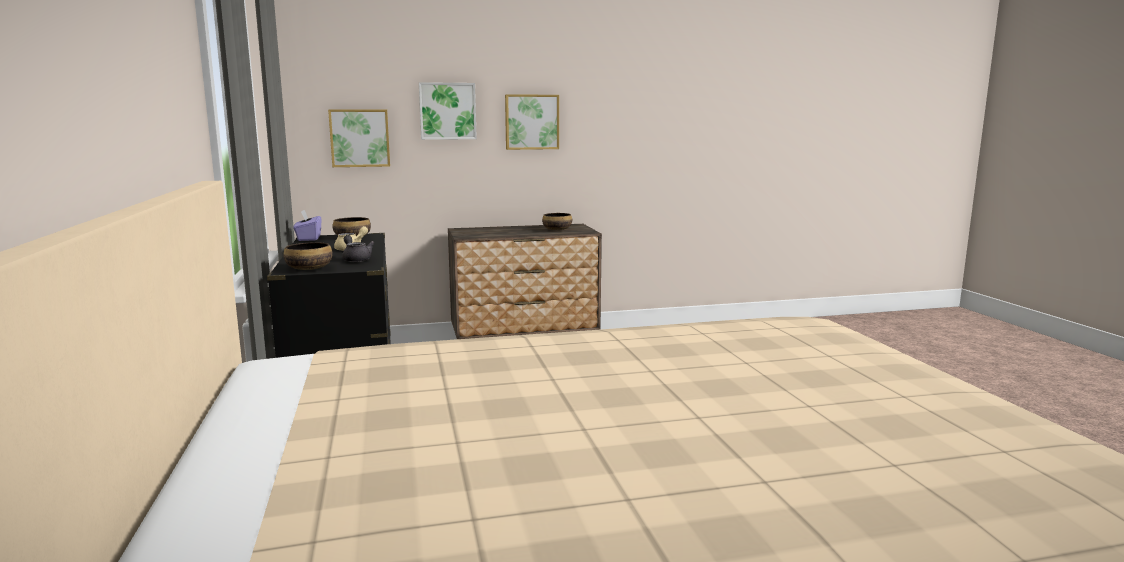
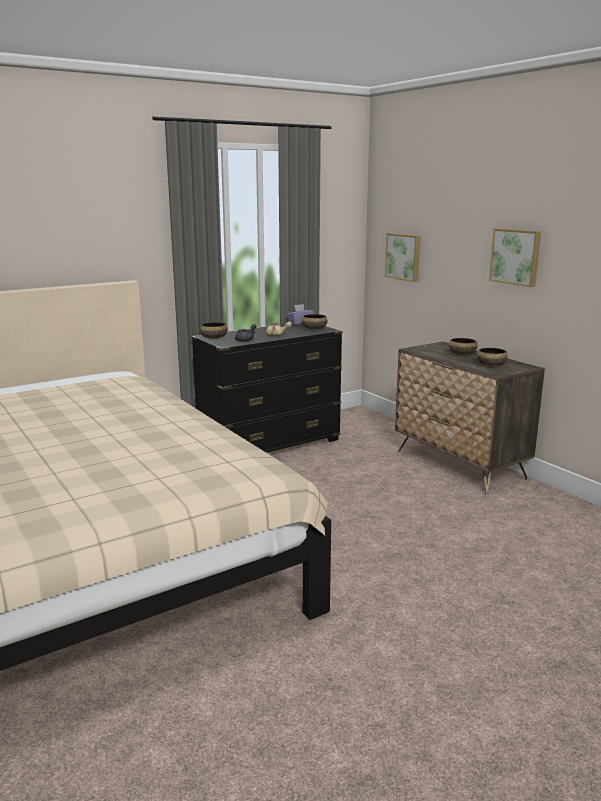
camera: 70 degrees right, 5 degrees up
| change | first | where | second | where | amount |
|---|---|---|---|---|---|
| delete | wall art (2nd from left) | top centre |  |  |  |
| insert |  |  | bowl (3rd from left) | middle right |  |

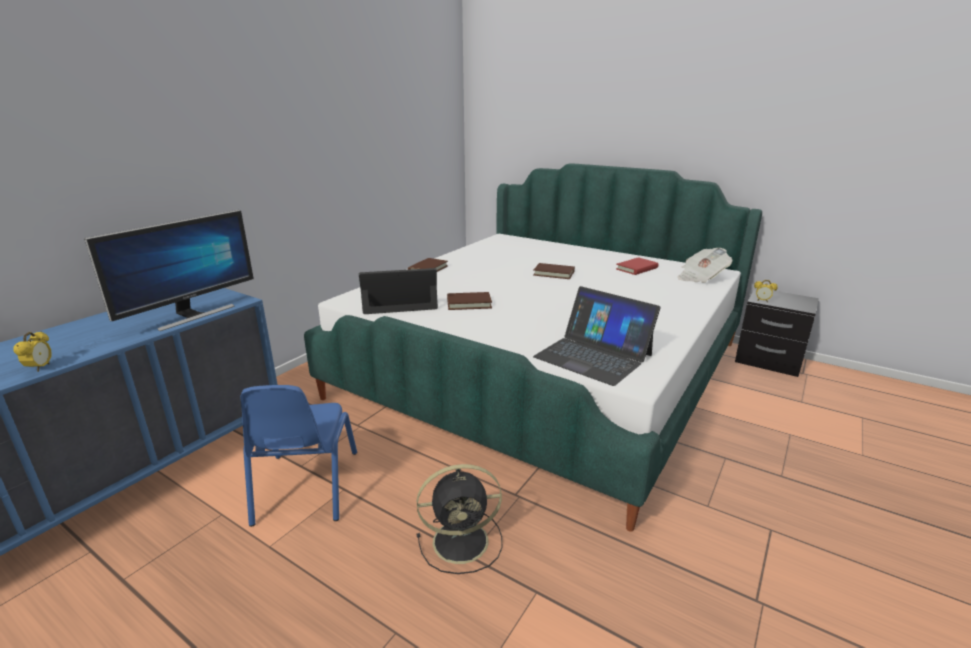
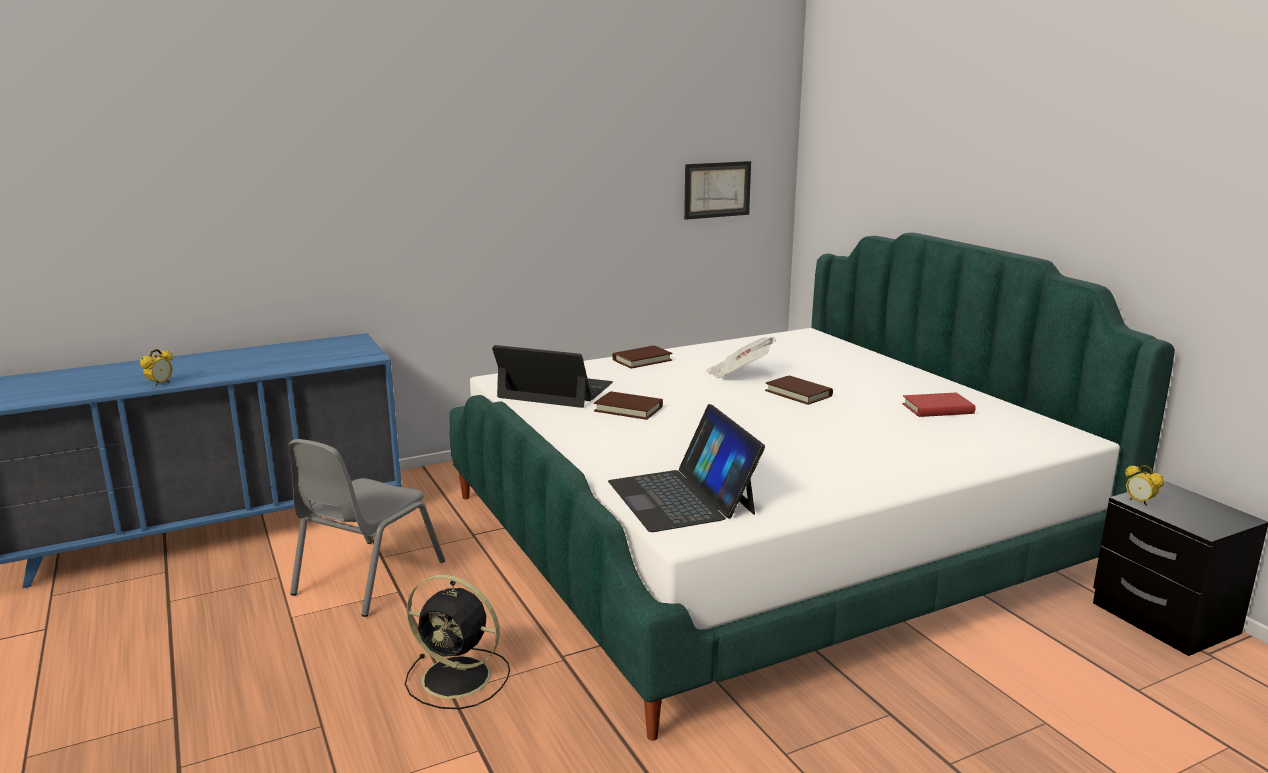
camera: 30 degrees right, 5 degrees down
| change | first | where | second | where | amount |
|---|---|---|---|---|---|
| delete | monitor | middle left |  |  |  |
| recolor | upright chair in blue-coloured | bottom left | upright chair in greyish | bottom left |  |
| move | newspaper | middle right |  | centre |  |
| insert |  |  | wall art | top centre |  |

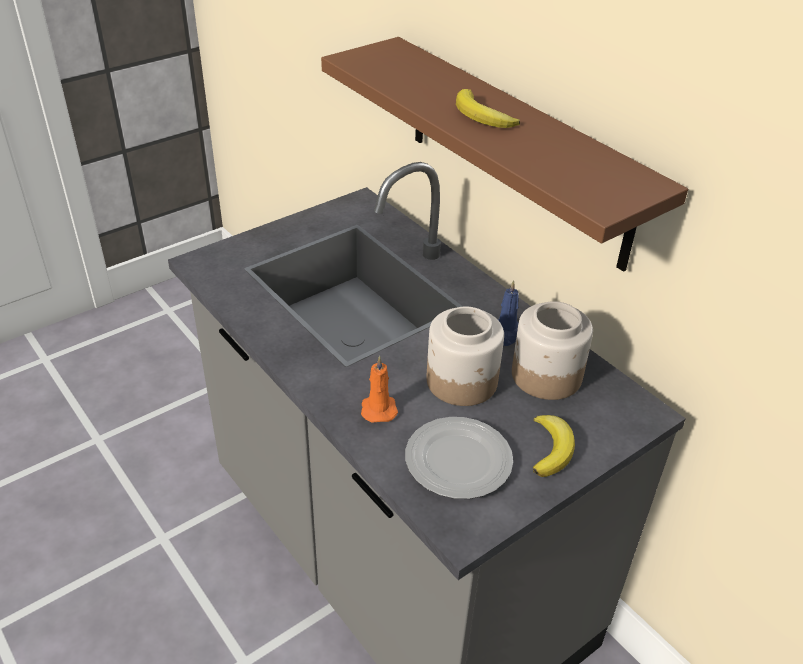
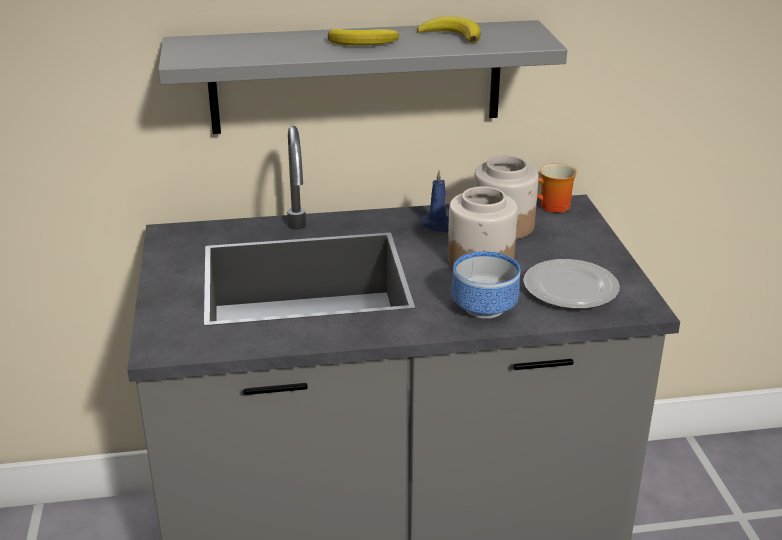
camera: 60 degrees left, 10 degrees down
| change | first | where | second | where | amount |
|---|---|---|---|---|---|
| recolor | shelf in brown-coloured | top centre | shelf in greyish | top centre |  |
| replace | candle in orange-coloured | centre | bowl | centre |  |
| move | banana (2nd from left) | bottom right |  | top centre |  |
| insert |  |  | tea mug | middle right |  |

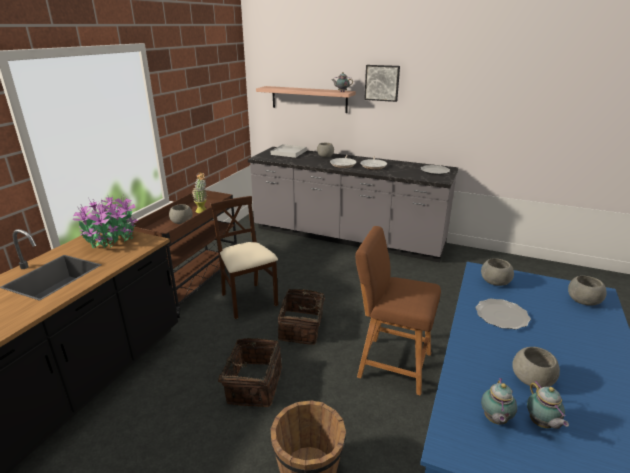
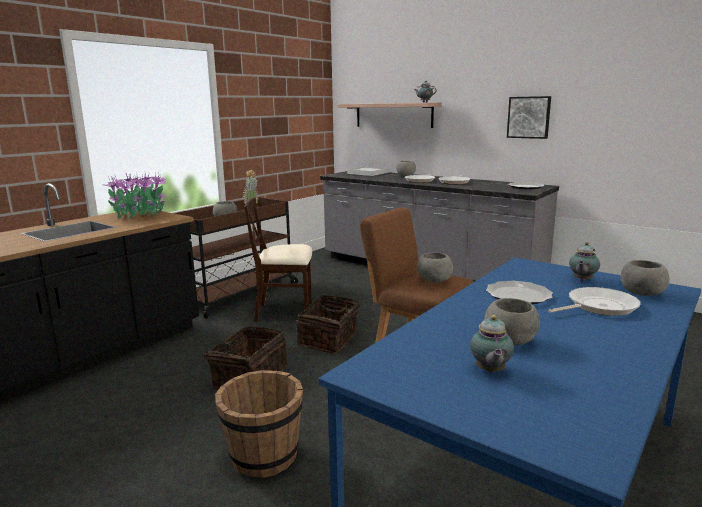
camera: 15 degrees right, 10 degrees down
| change | first | where | second | where | amount |
|---|---|---|---|---|---|
| rotate | upright chair in beige | centre |  | centre | 75 degrees counterclockwise |
| move | wall art | top centre |  | top right |  |
| move | bowl in greyish (3rd from left) | middle right |  | centre |  |
| move | pot for tea (2nd from left in the first image) | bottom right | pot for tea (3rd from left) | middle right |  |
| insert |  |  | pan (3rd from left) | middle right |  |

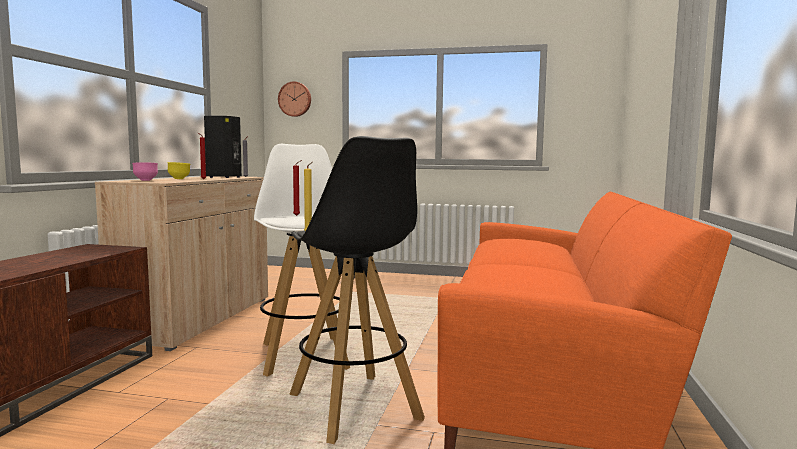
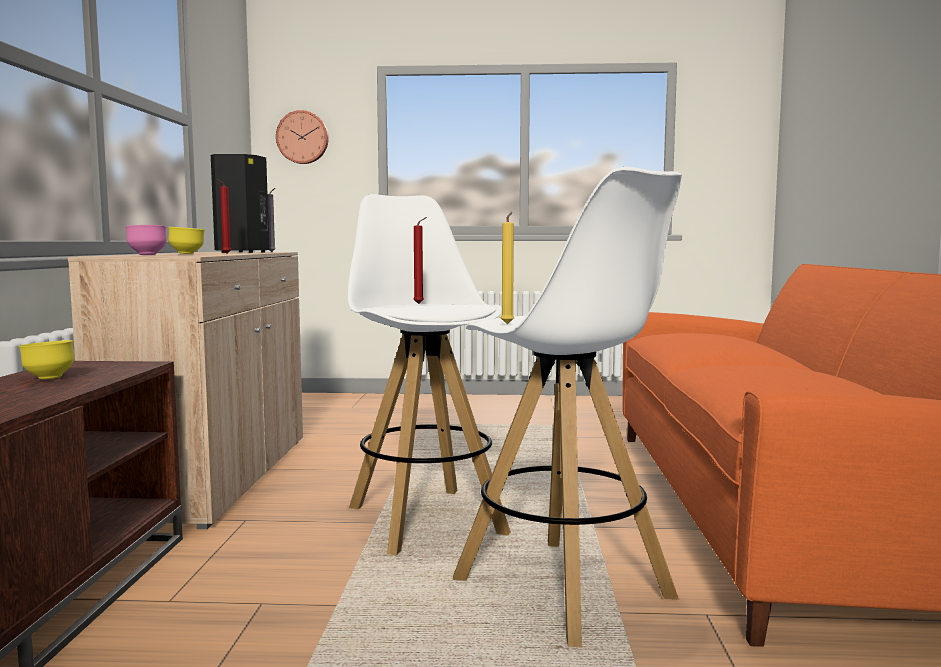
camera: 10 degrees left, 0 degrees up
| change | first | where | second | where | amount |
|---|---|---|---|---|---|
| recolor | stool seat in black | centre | stool seat in white (2nd from left) | centre |  |
| insert |  |  | bowl in yellowish (1st from left) | middle left |  |

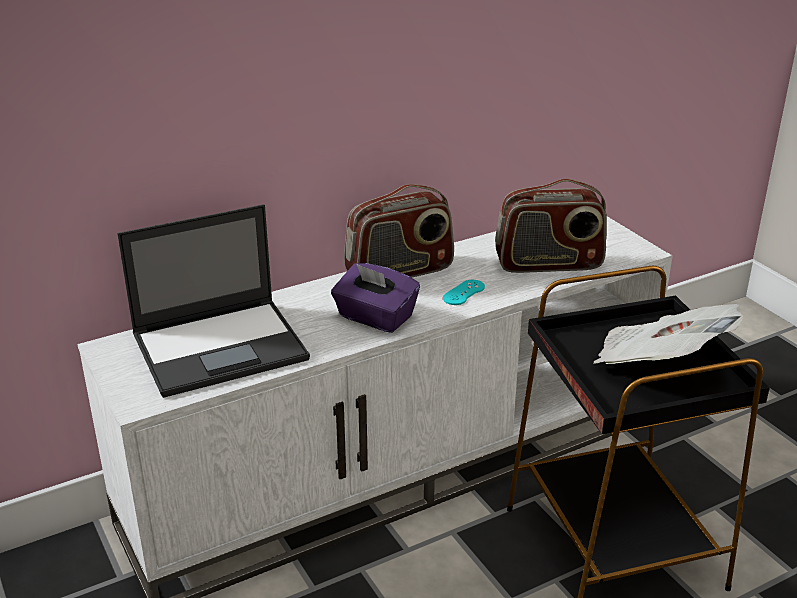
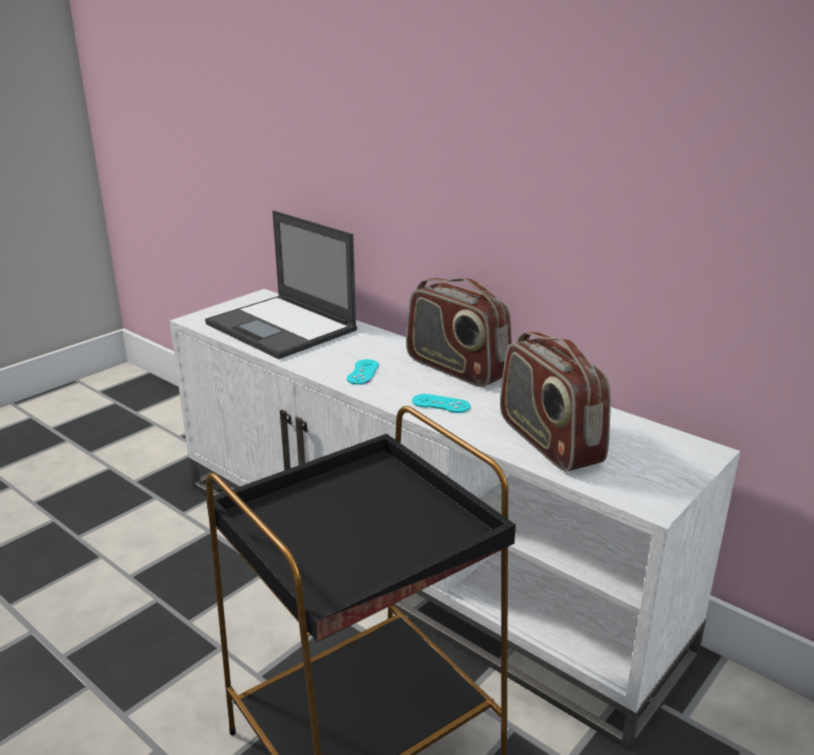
camera: 70 degrees right, 5 degrees down
| change | first | where | second | where | amount |
|---|---|---|---|---|---|
| replace | tissue box in purple | centre | game controller in turquoise-coloured (1st from left) | centre |  |
| delete | newspaper | middle right |  |  |  |

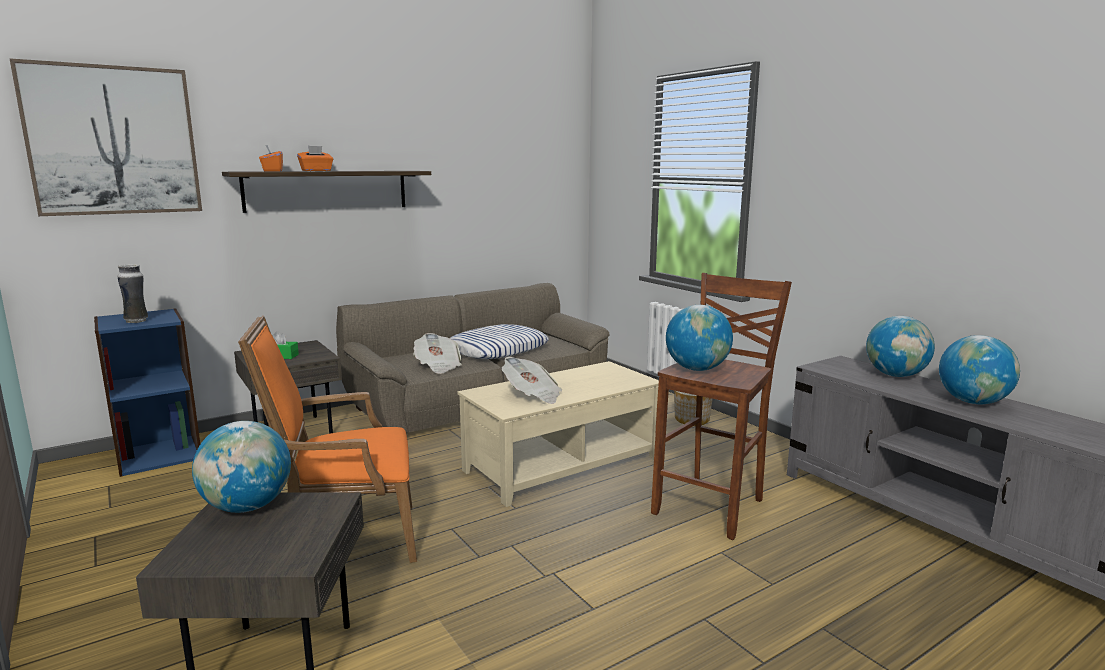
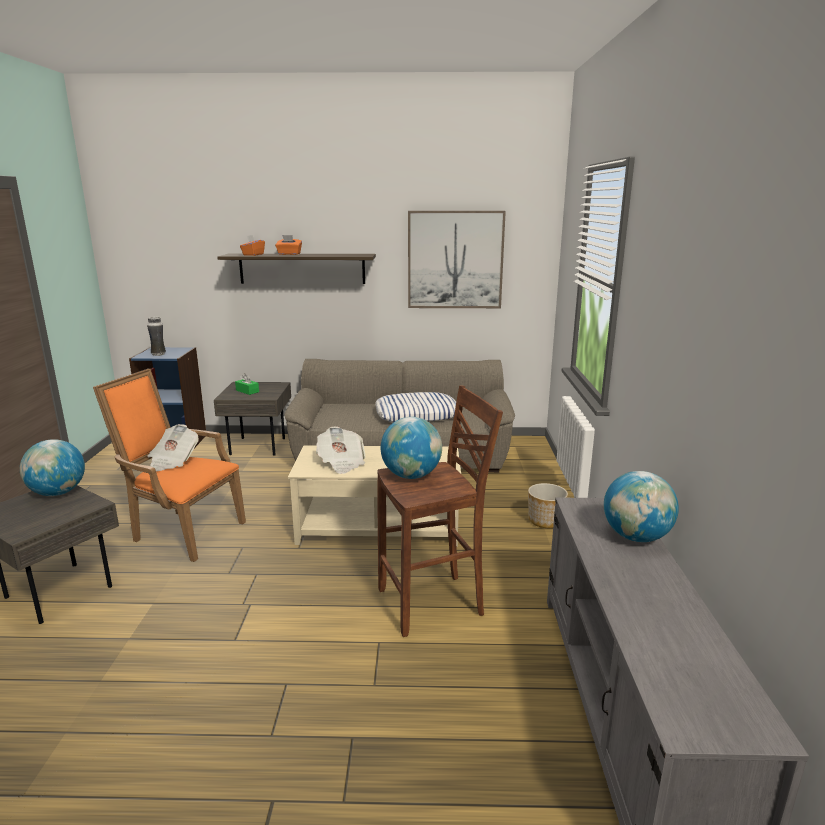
camera: 35 degrees right, 5 degrees up
| change | first | where | second | where | amount |
|---|---|---|---|---|---|
| move | wall art | top left |  | top centre |  |
| move | newspaper (1st from left) | centre |  | middle left |  |
| delete | desk globe (4th from left) | middle right |  |  |  |

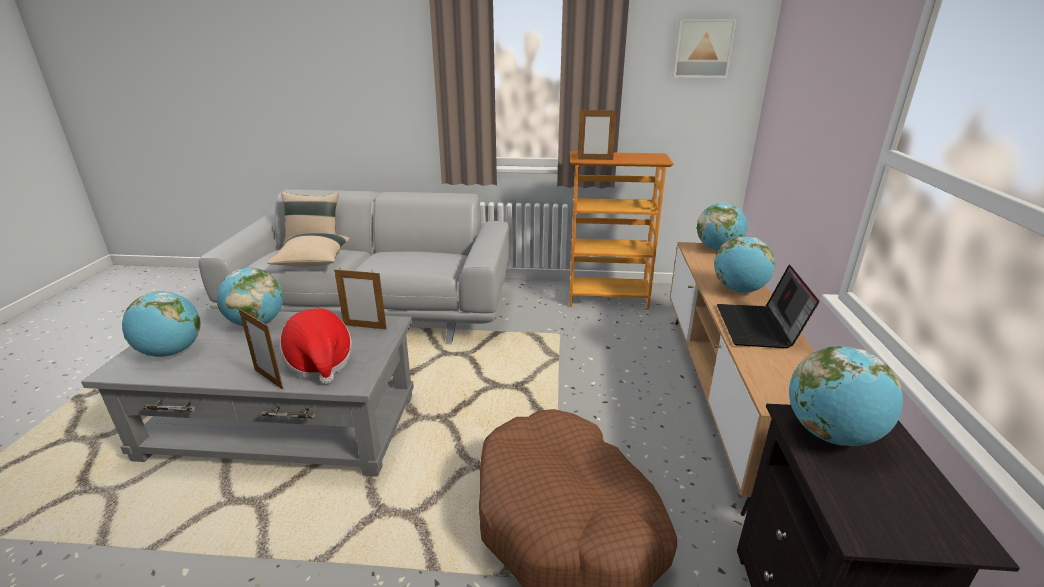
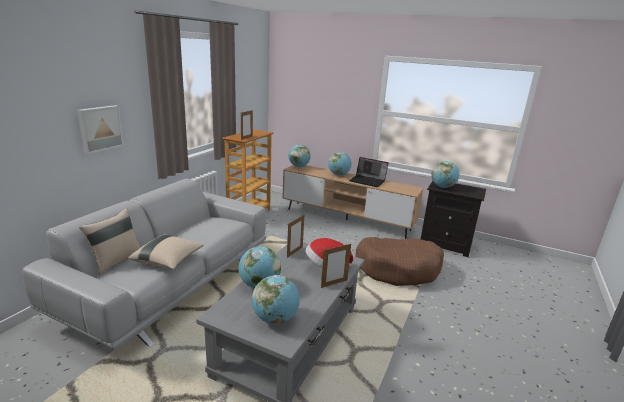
camera: 70 degrees left, 5 degrees down
| change | first | where | second | where | amount |
|---|---|---|---|---|---|
| move | wall art | top right |  | top left |  |

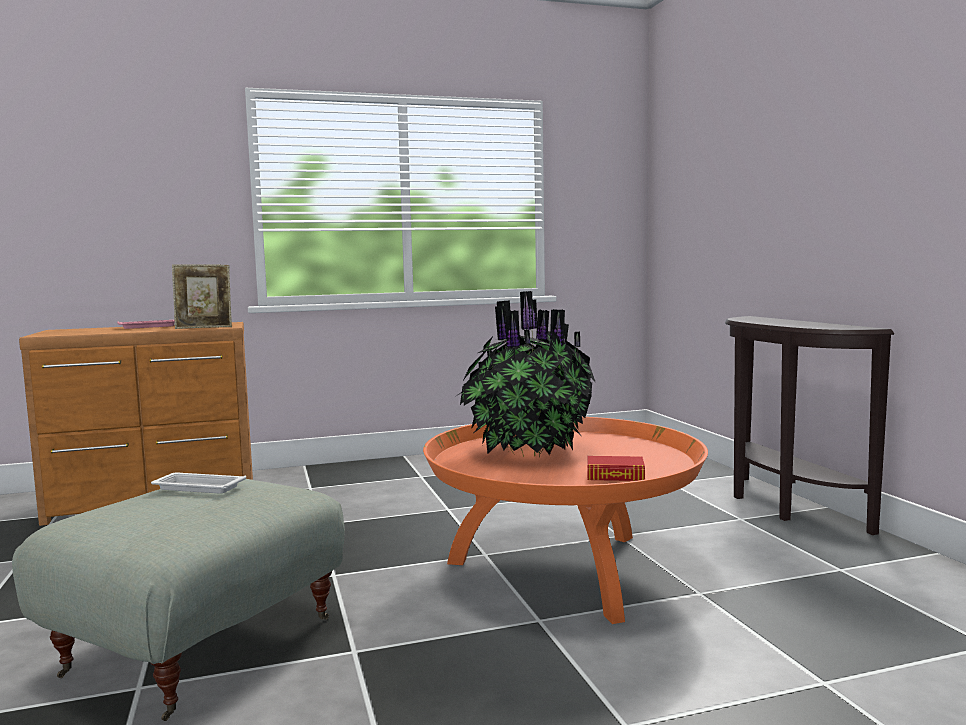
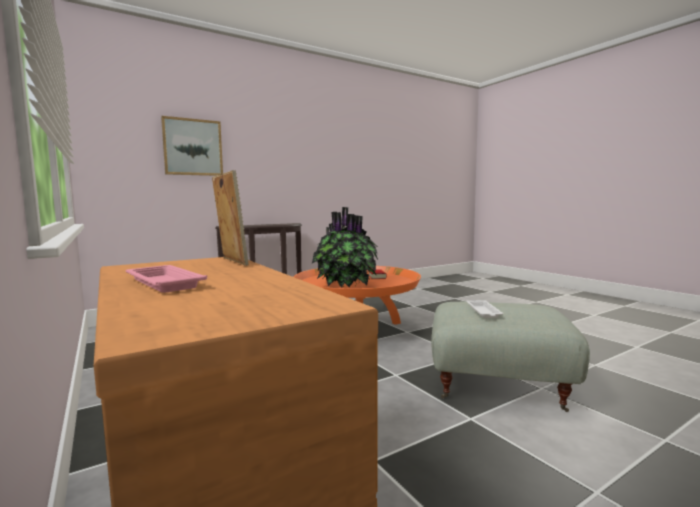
camera: 105 degrees left, 0 degrees up
| change | first | where | second | where | amount |
|---|---|---|---|---|---|
| insert |  |  | wall art | top left |  |

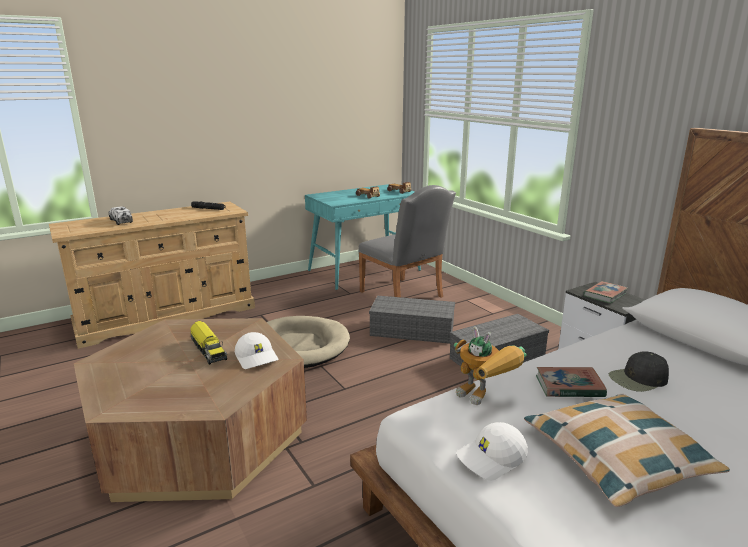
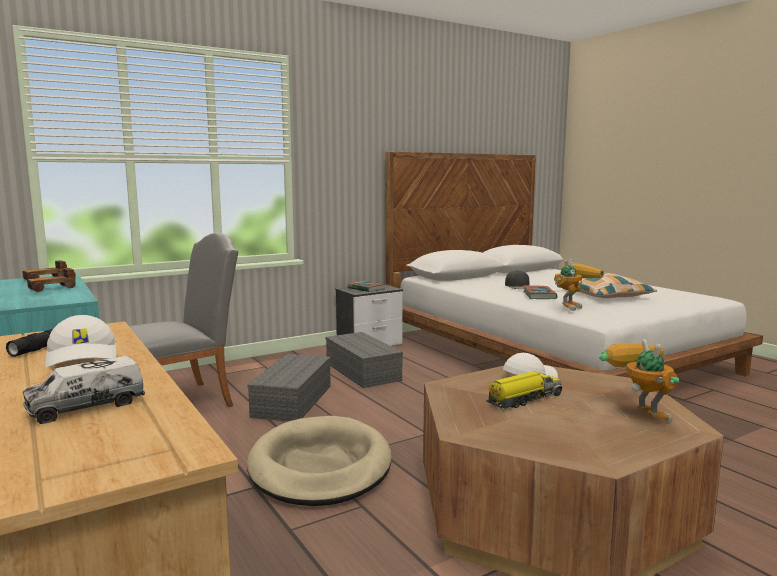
camera: 90 degrees left, 10 degrees down
| change | first | where | second | where | amount |
|---|---|---|---|---|---|
| move | cap in white (2nd from left in the first image) | bottom centre | cap in white (1st from left) | middle left |  |
| insert |  |  | robot figure (2nd from left) | middle right |  |

